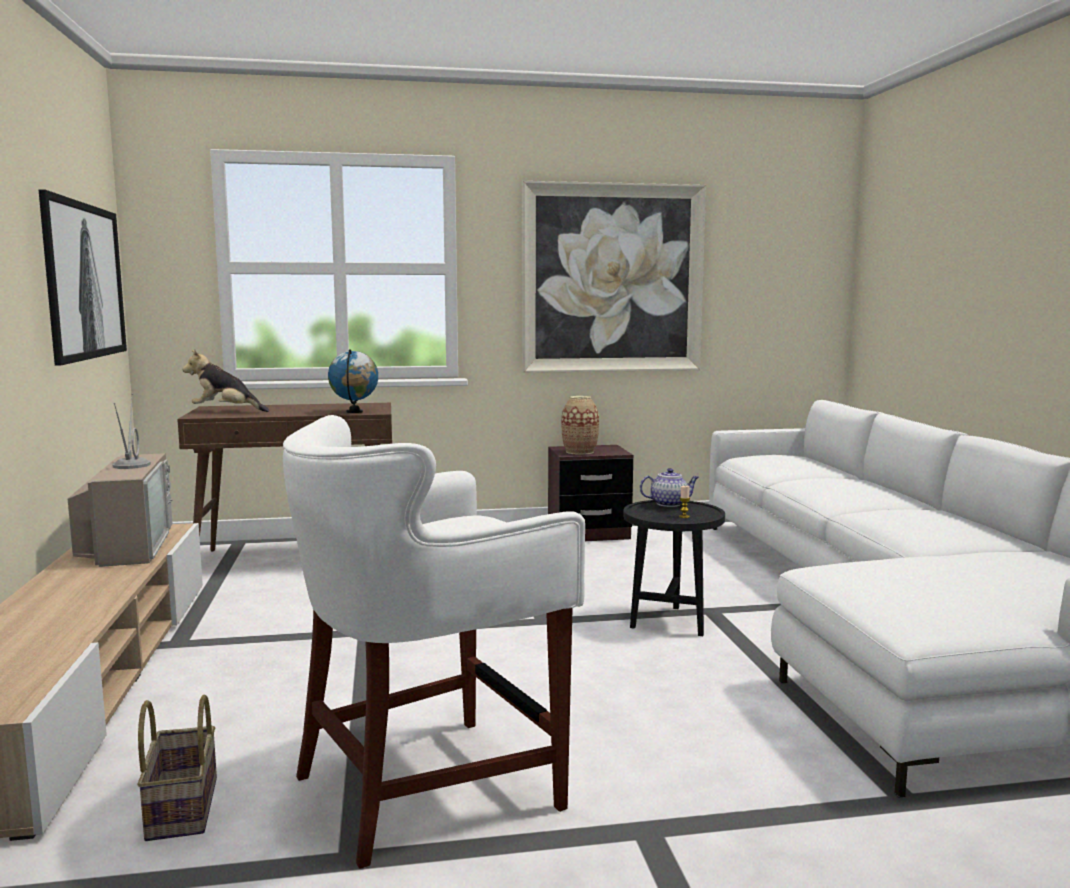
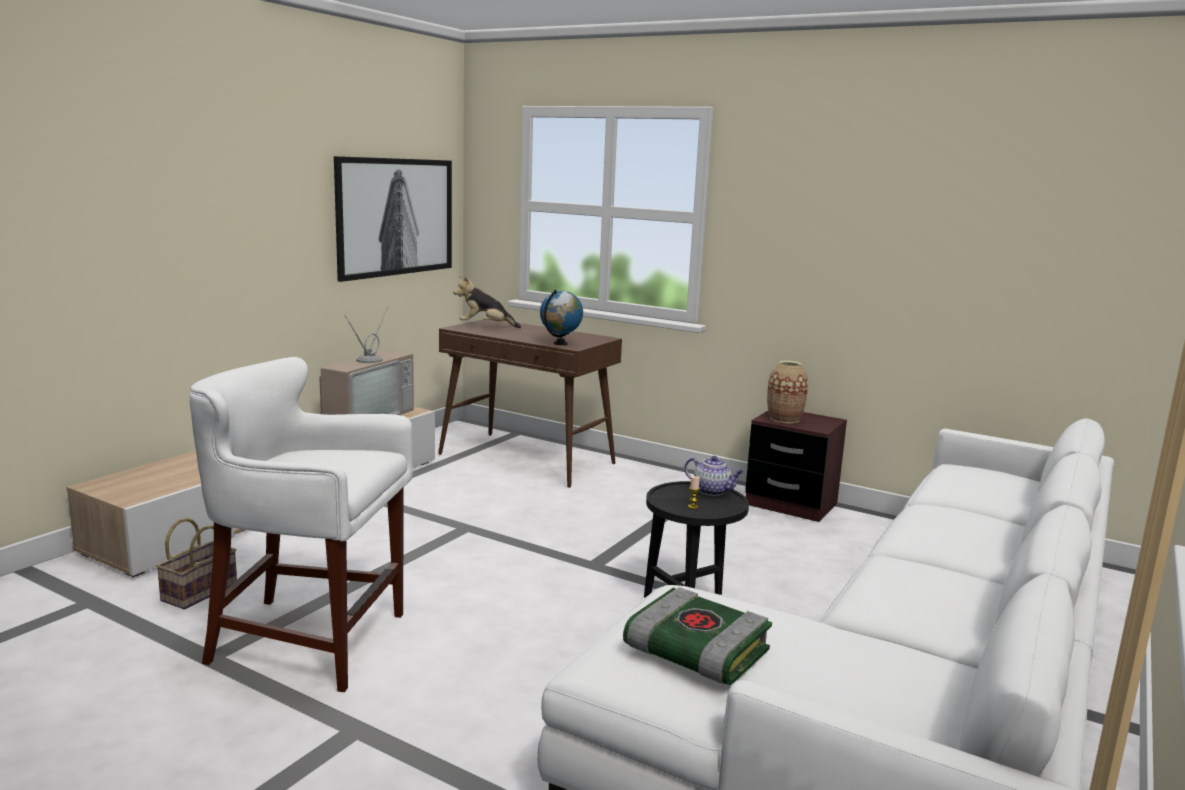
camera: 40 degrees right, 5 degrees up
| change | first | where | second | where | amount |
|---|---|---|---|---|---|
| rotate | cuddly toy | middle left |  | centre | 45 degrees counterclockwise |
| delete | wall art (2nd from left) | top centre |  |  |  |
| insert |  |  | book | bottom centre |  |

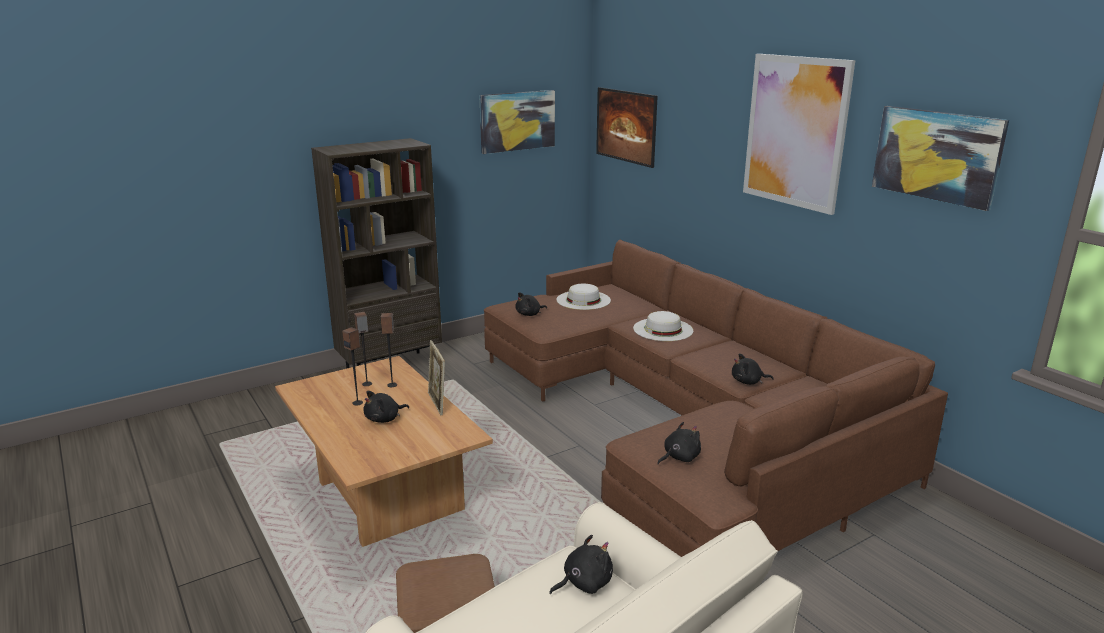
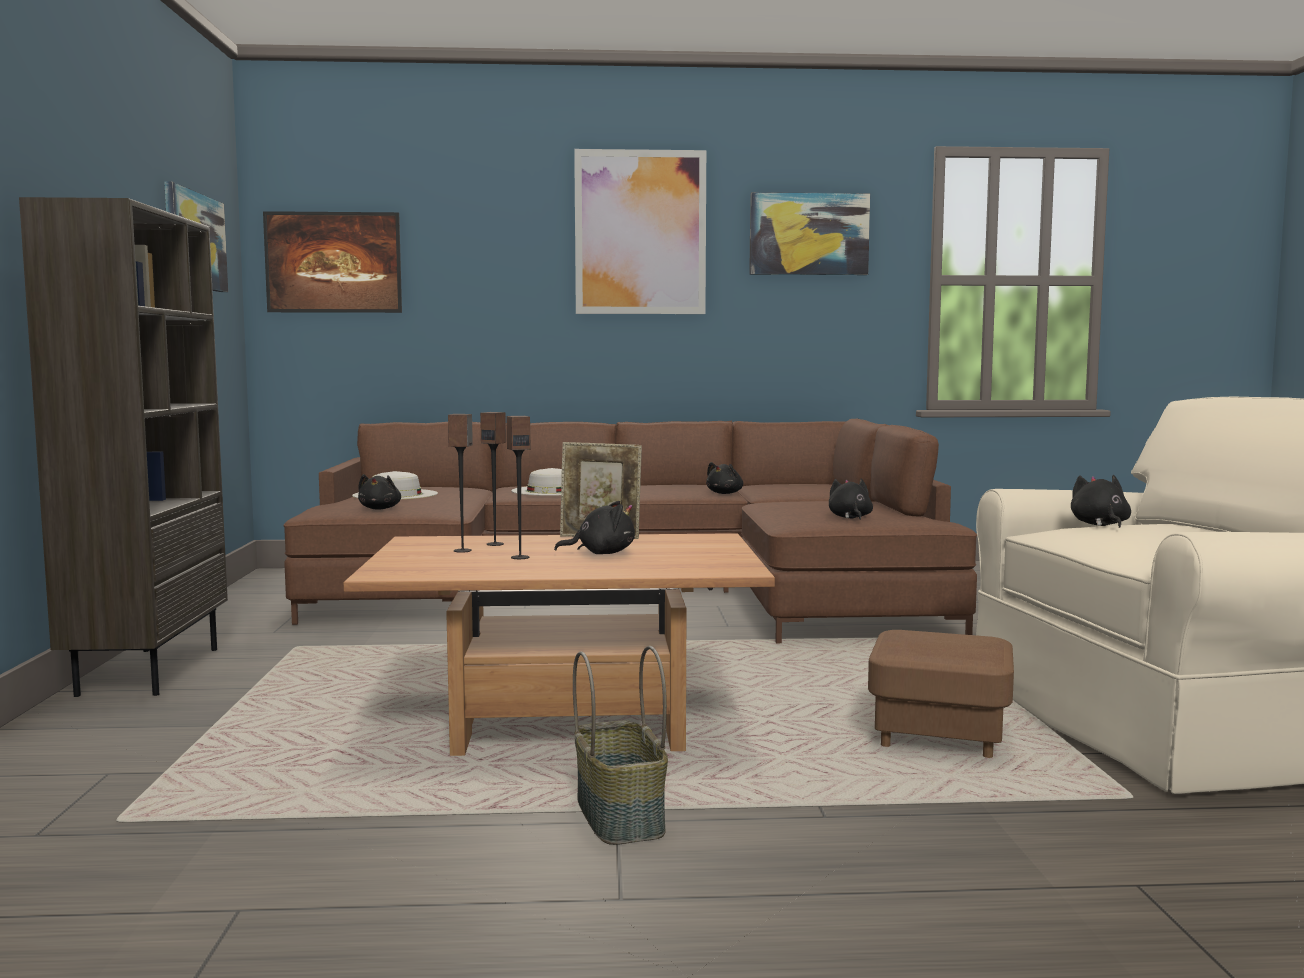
camera: 60 degrees left, 15 degrees down
| change | first | where | second | where | amount |
|---|---|---|---|---|---|
| rotate | cuddly toy in black (1st from left in the first image) | centre | cuddly toy in black (2nd from left) | centre | 90 degrees counterclockwise |
| insert |  |  | basket | bottom centre |  |

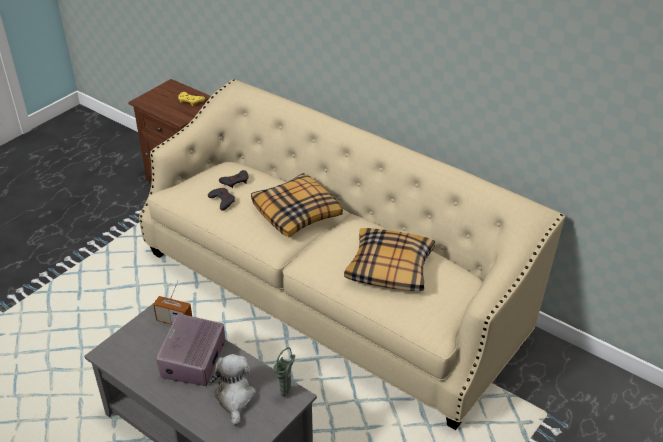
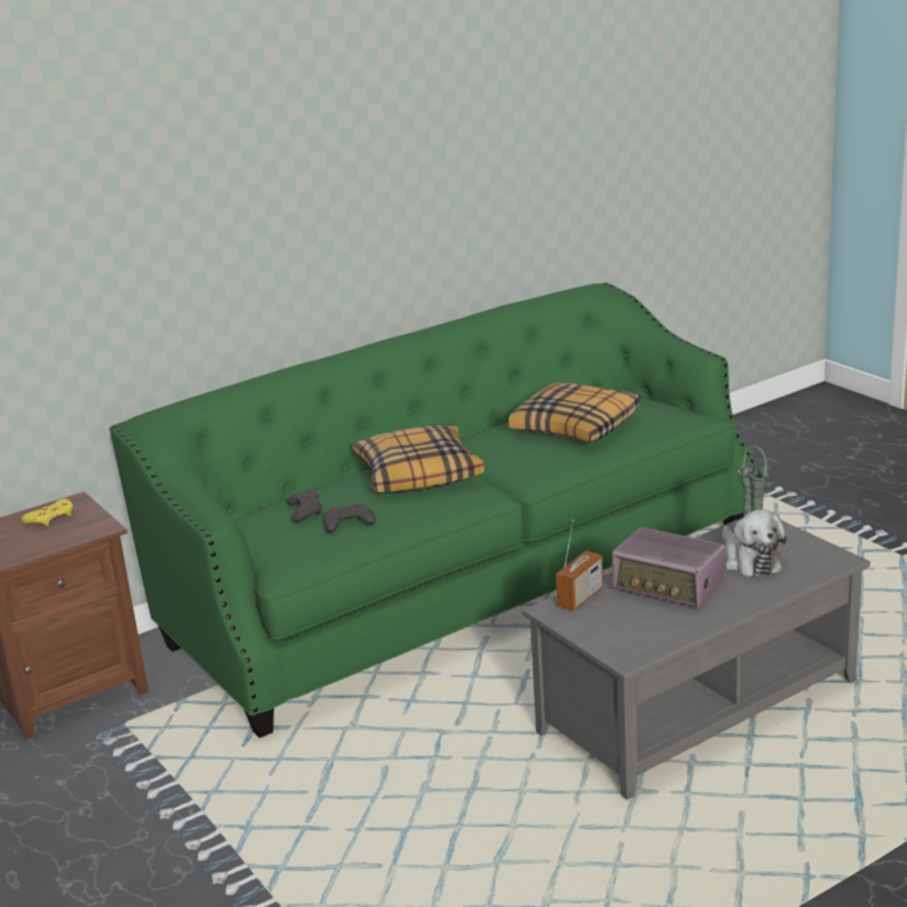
camera: 70 degrees left, 15 degrees down
| change | first | where | second | where | amount |
|---|---|---|---|---|---|
| recolor | couch in beige | centre | couch in green-coloured | centre |  |
| rotate | cuddly toy | bottom centre |  | middle right | 120 degrees counterclockwise |

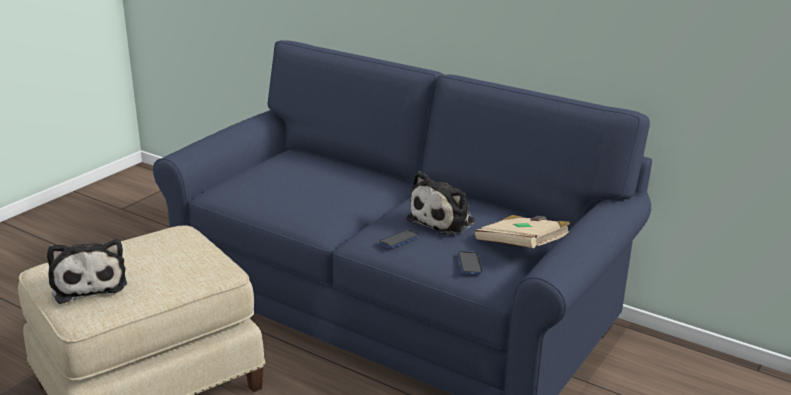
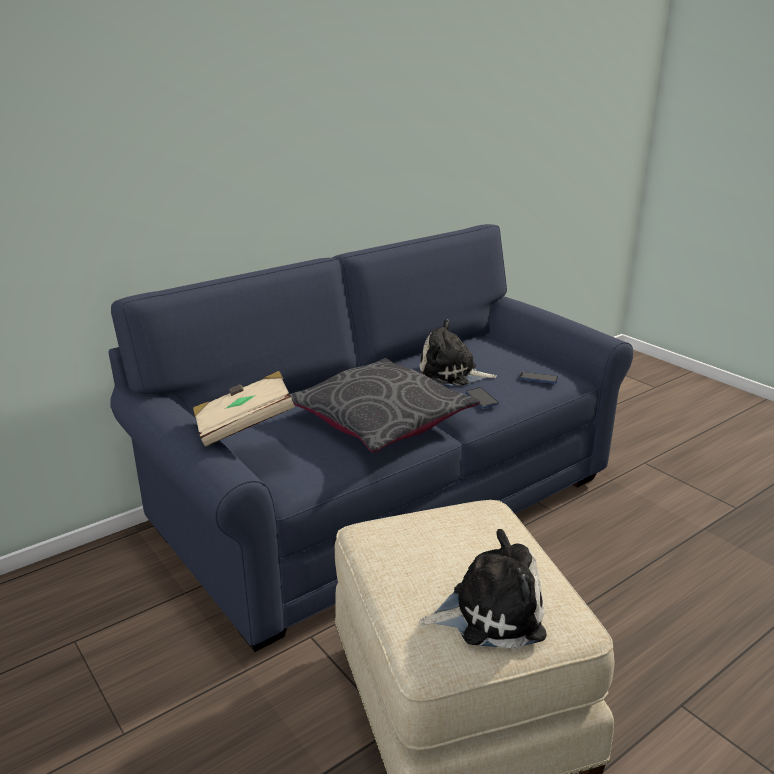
camera: 70 degrees left, 0 degrees up
| change | first | where | second | where | amount |
|---|---|---|---|---|---|
| rotate | cuddly toy (2nd from left in the first image) | centre | cuddly toy (1st from left) | centre | 135 degrees clockwise |
| move | book in beige | centre |  | middle left |  |
| insert |  |  | pillow in greyish | centre |  |

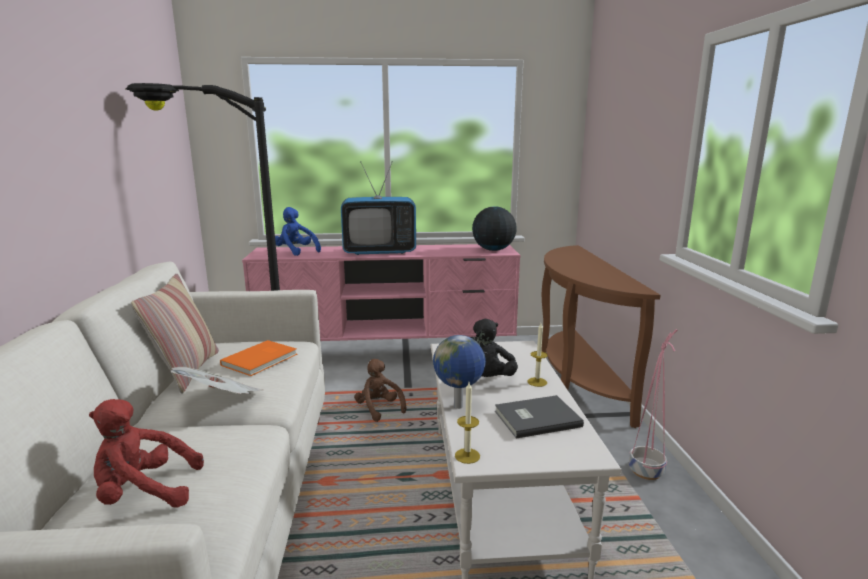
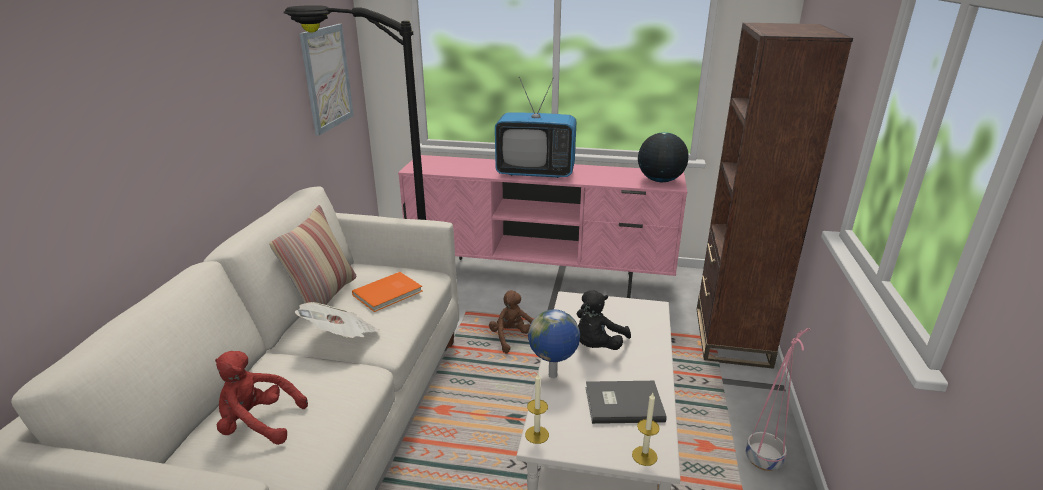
camera: 15 degrees right, 10 degrees up
| change | first | where | second | where | amount |
|---|---|---|---|---|---|
| delete | cuddly toy in blue-coloured | centre |  |  |  |
| move | candle (2nd from left) | centre |  | bottom centre |  |
| replace | console table in brown-coloured | middle right | bookcase in brown-coloured | middle right |  |
| insert |  |  | wall art | top left |  |

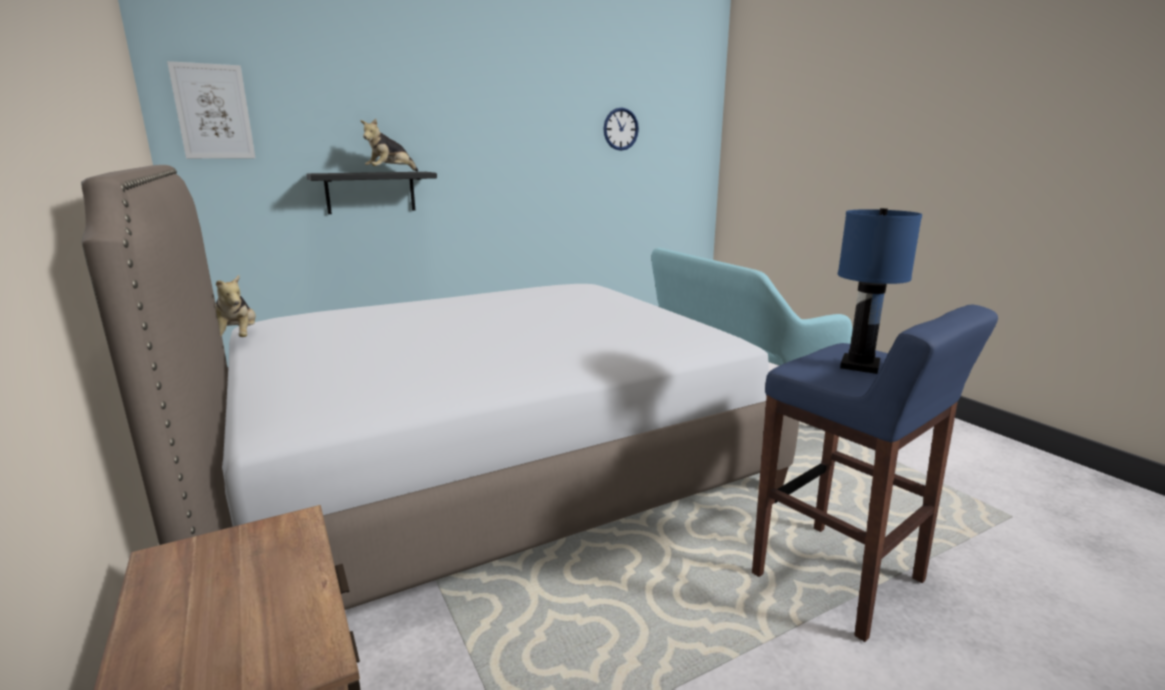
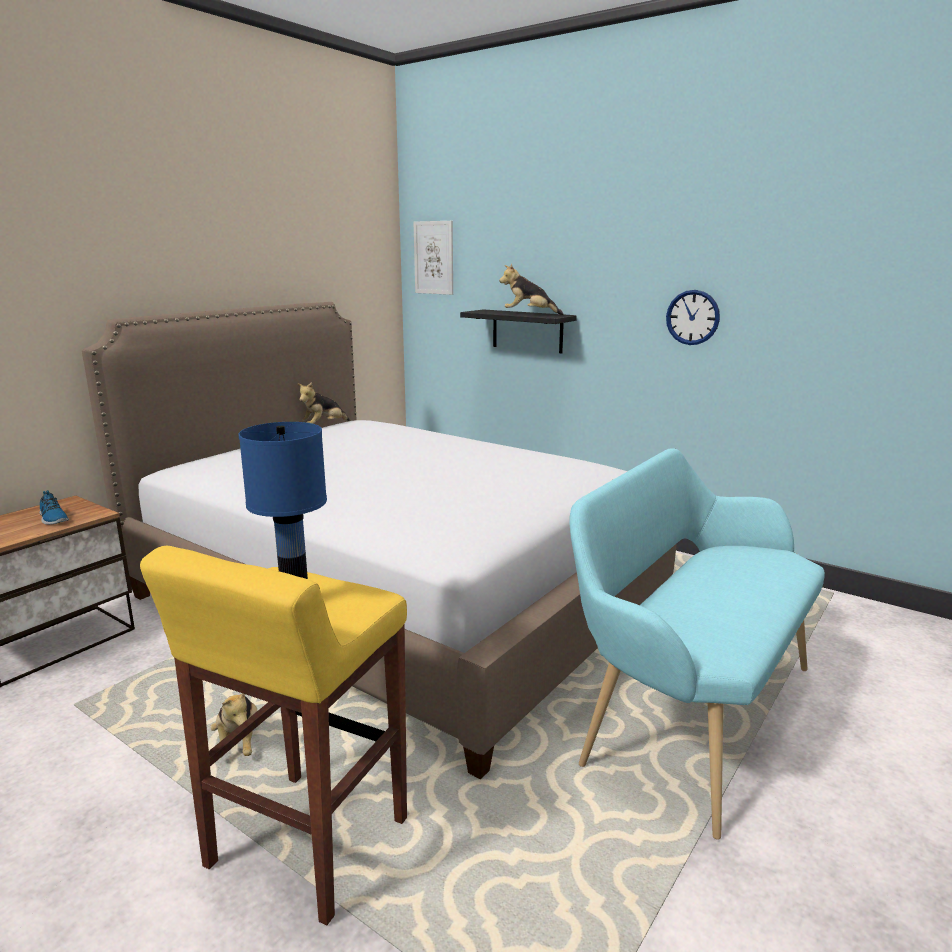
camera: 65 degrees right, 0 degrees up
| change | first | where | second | where | amount |
|---|---|---|---|---|---|
| move | clock on the wall | top centre |  | top right |  |
| recolor | stool seat in blue-coloured | bottom right | stool seat in yellowish | bottom left |  |
| insert |  |  | shoe | middle left |  |
| insert |  |  | cuddly toy (1st from left) | bottom left |  |

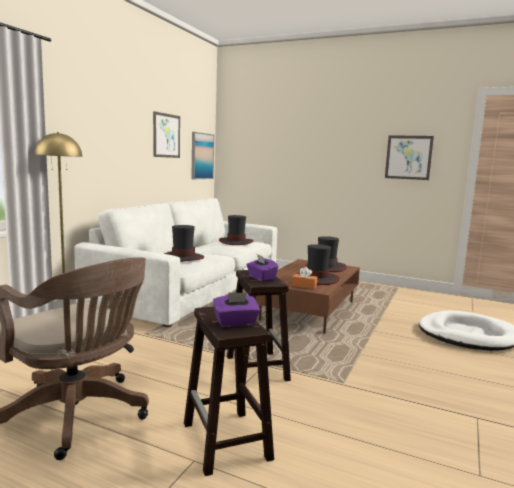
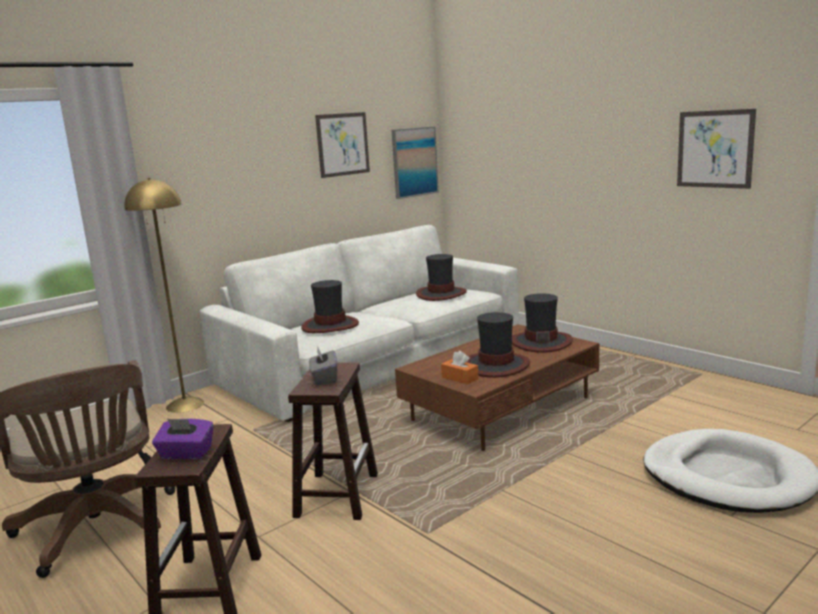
camera: 25 degrees right, 5 degrees up
| change | first | where | second | where | amount |
|---|---|---|---|---|---|
| recolor | tissue box in purple (2nd from left) | centre | tissue box in greyish | centre |  |

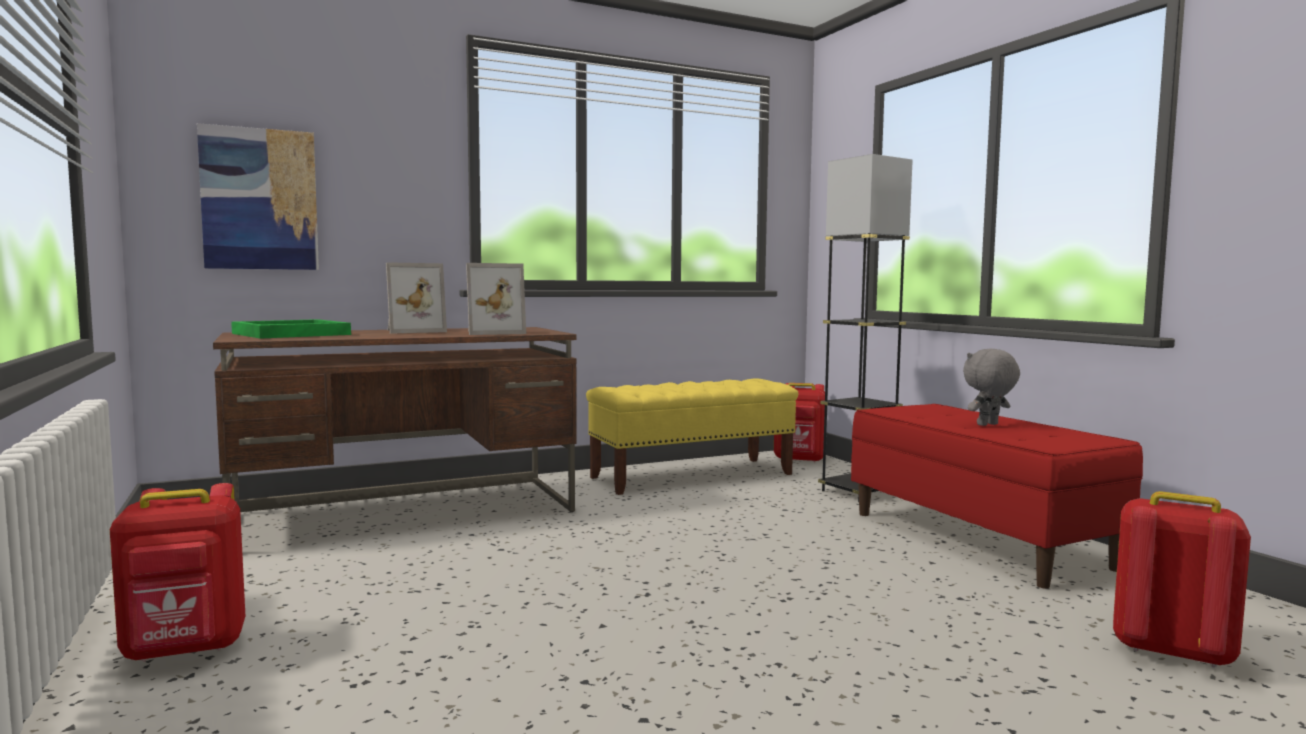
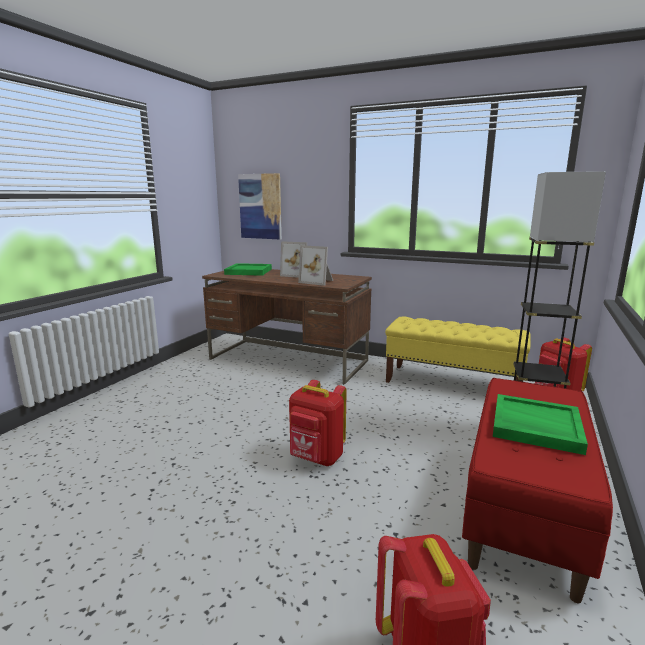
camera: 50 degrees right, 10 degrees up
| change | first | where | second | where | amount |
|---|---|---|---|---|---|
| move | knapsack in red (1st from left) | bottom left |  | centre |  |
| replace | cuddly toy in greyish | middle right | serving tray in green-coloured (2nd from left) | middle right |  |

